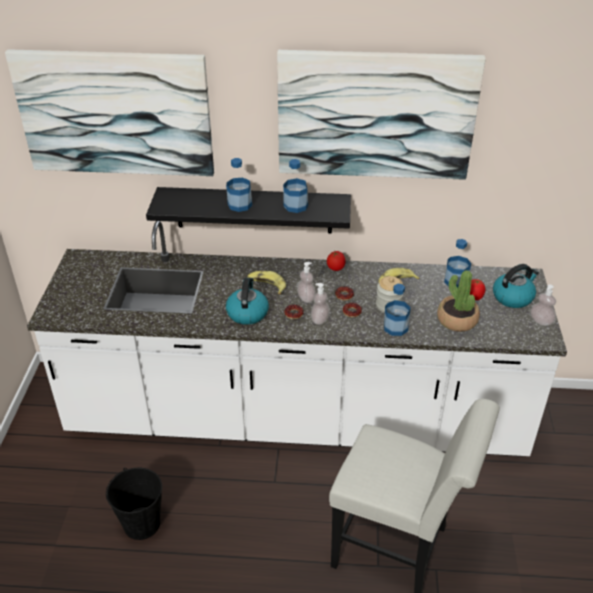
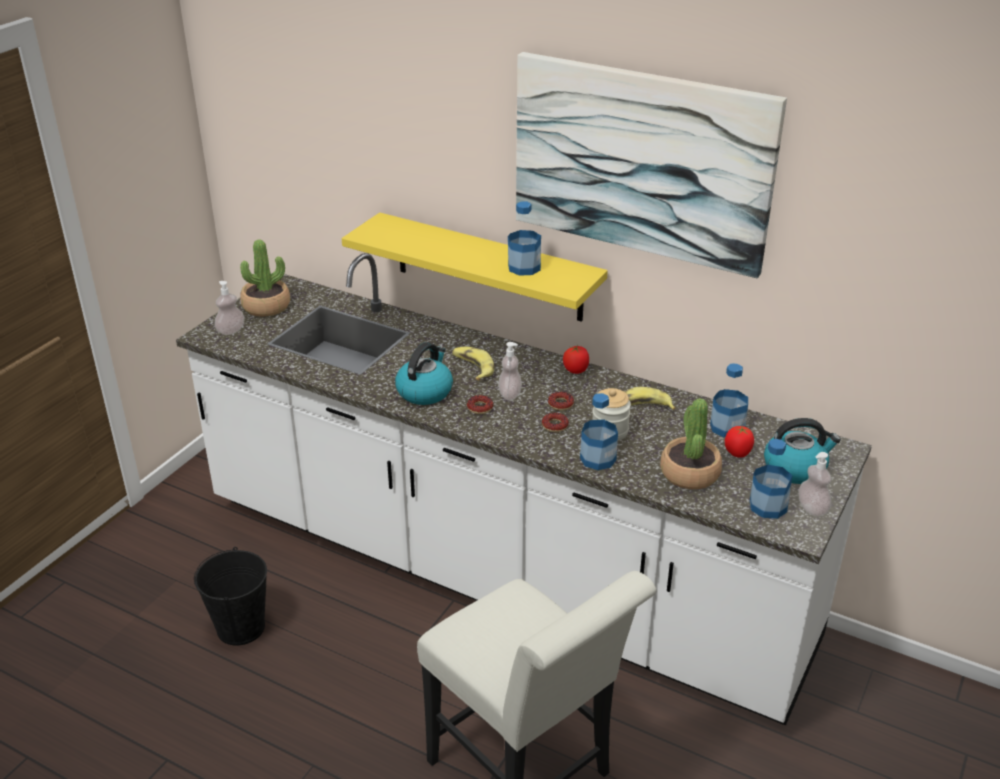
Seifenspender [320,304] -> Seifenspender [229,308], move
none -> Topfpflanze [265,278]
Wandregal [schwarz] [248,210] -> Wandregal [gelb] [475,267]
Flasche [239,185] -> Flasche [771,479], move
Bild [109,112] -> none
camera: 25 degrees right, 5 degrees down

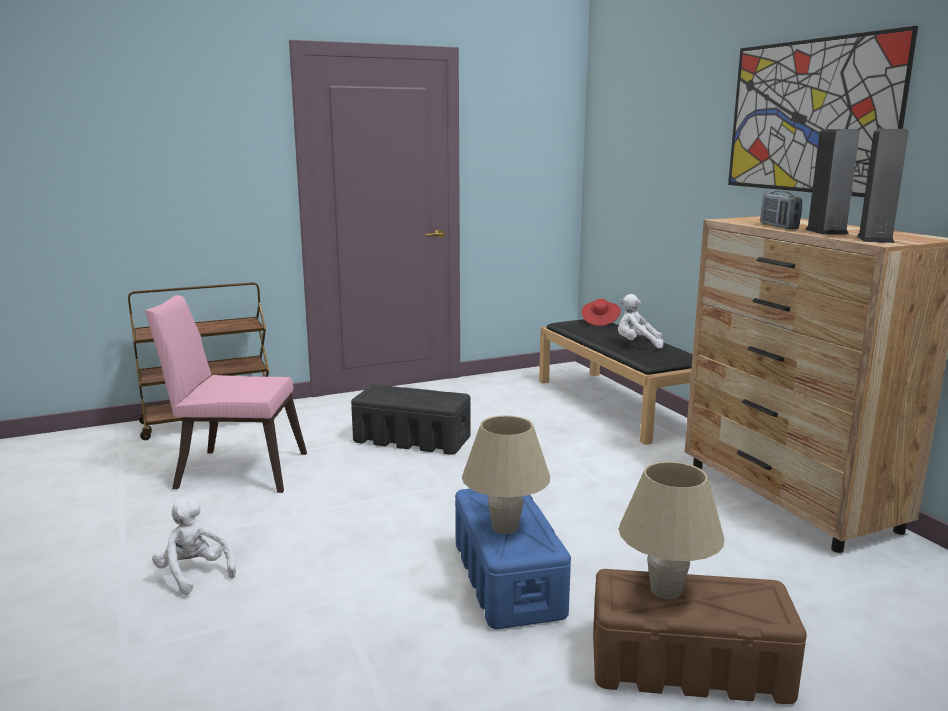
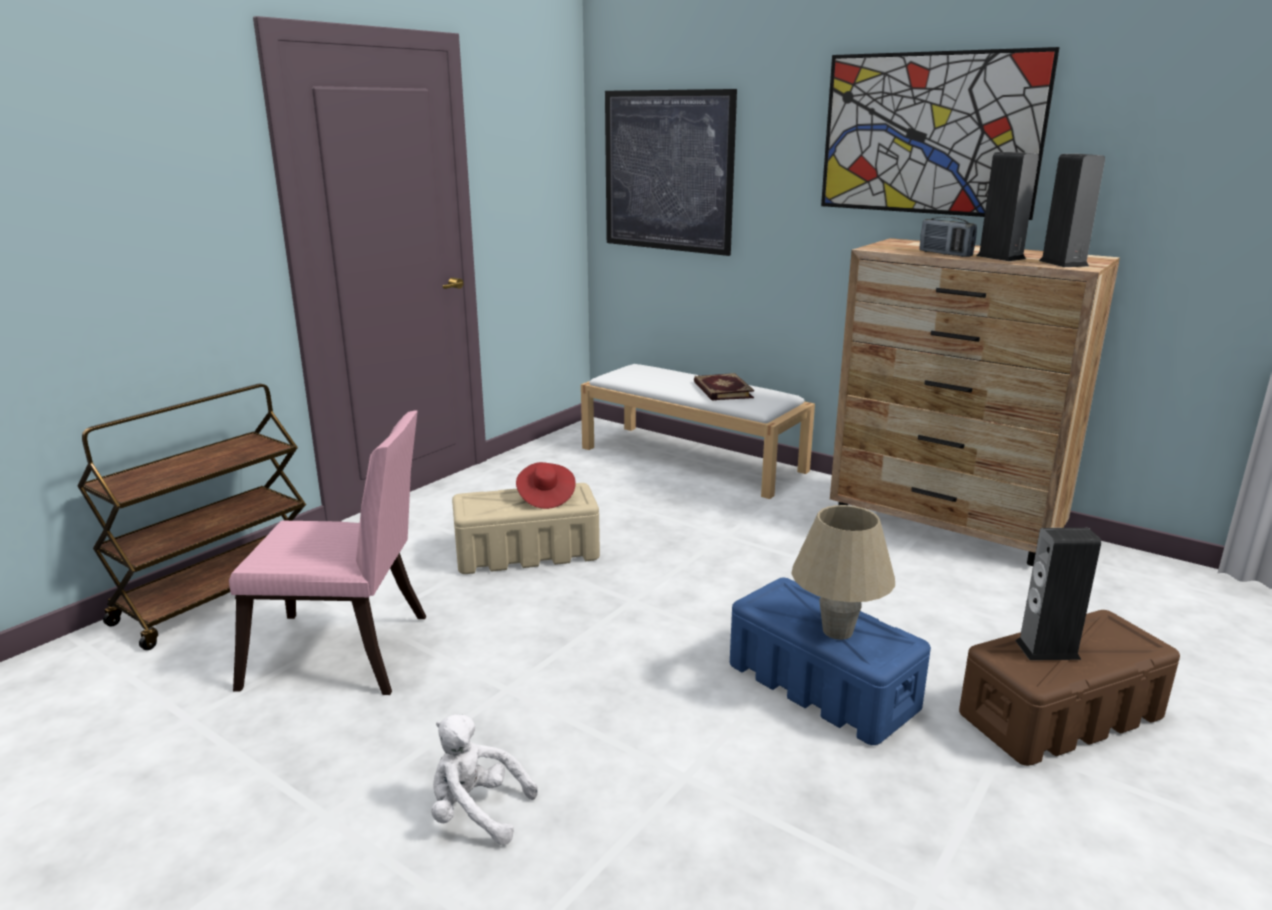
Stuhl [rosa] [226,394] -> Stuhl [rosa] [327,552], 150 degrees counterclockwise
Aufbewahrungsbox [schwarz] [411,420] -> Aufbewahrungsbox [beige] [526,528]
Hut [rot] [601,312] -> Hut [rot] [546,485], move
Bank [schwarz] [616,382] -> Bank [weiß] [698,431]
none -> Bild [671,172]
Plüschtier [weiß] [641,321] -> Buch [724,387]
Tischlampe [beige] [671,530] -> Lautsprecher [1058,594]
camera: 30 degrees left, 5 degrees up

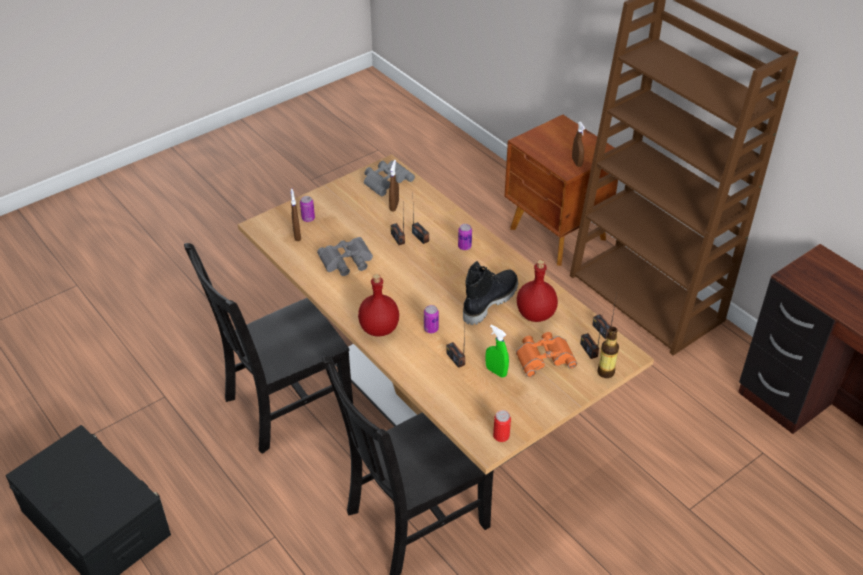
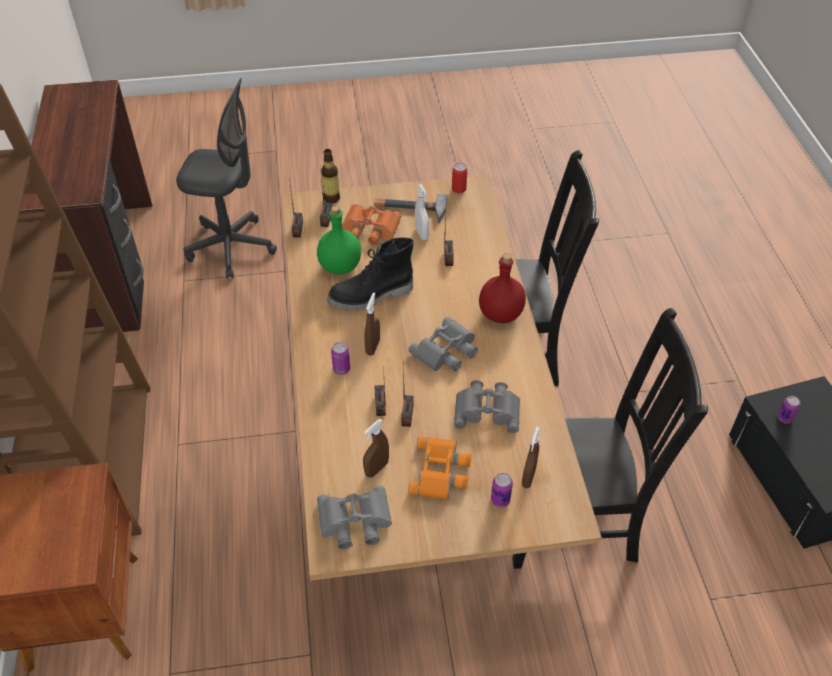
none -> Bürostuhl [grau] [226,178]
Flasche [rot] [537,291] -> Flasche [grün] [339,240]
Sprühflasche [braun] [578,144] -> Sprühflasche [braun] [372,324], move
none -> Hammer [410,208]
none -> Fernglas [grau] [443,344]
none -> Fernglas [orange] [439,468]
Sprühflasche [grün] [497,351] -> Sprühflasche [weiß] [422,212]
Dose [431,319] -> Dose [788,410], move
camera: 150 degrees left, 5 degrees up

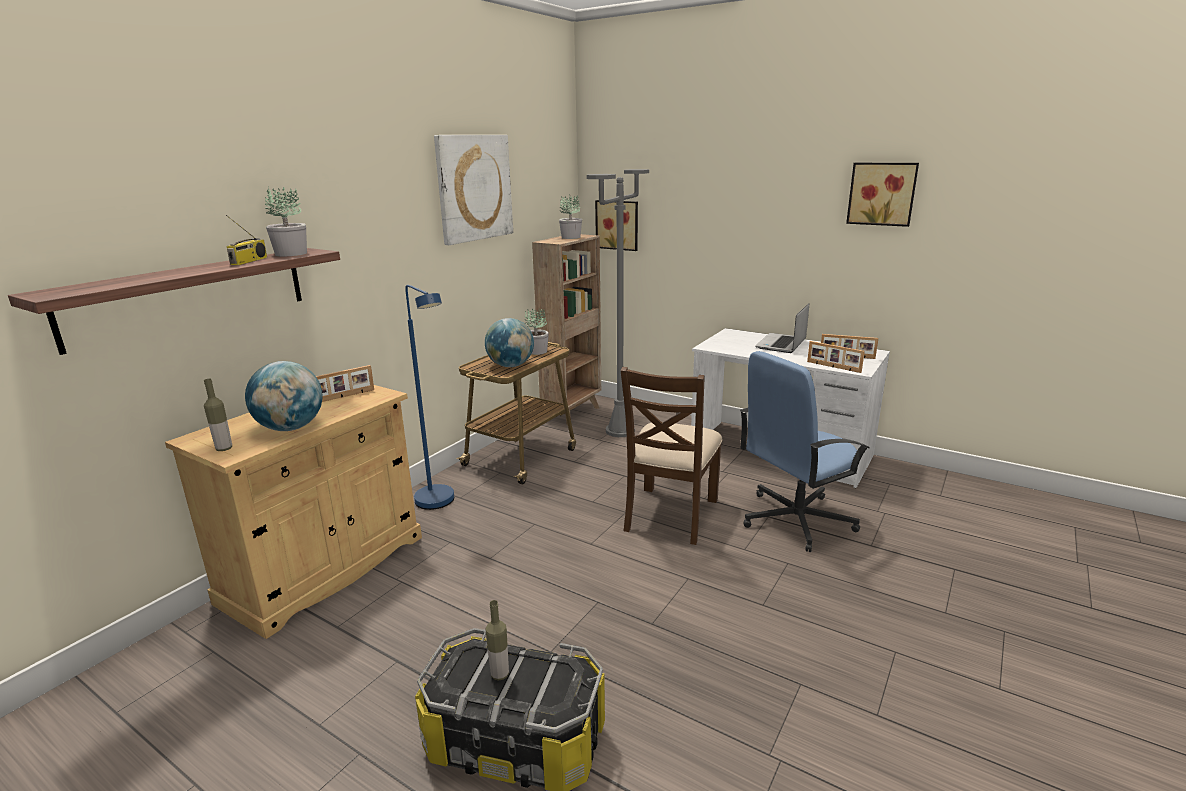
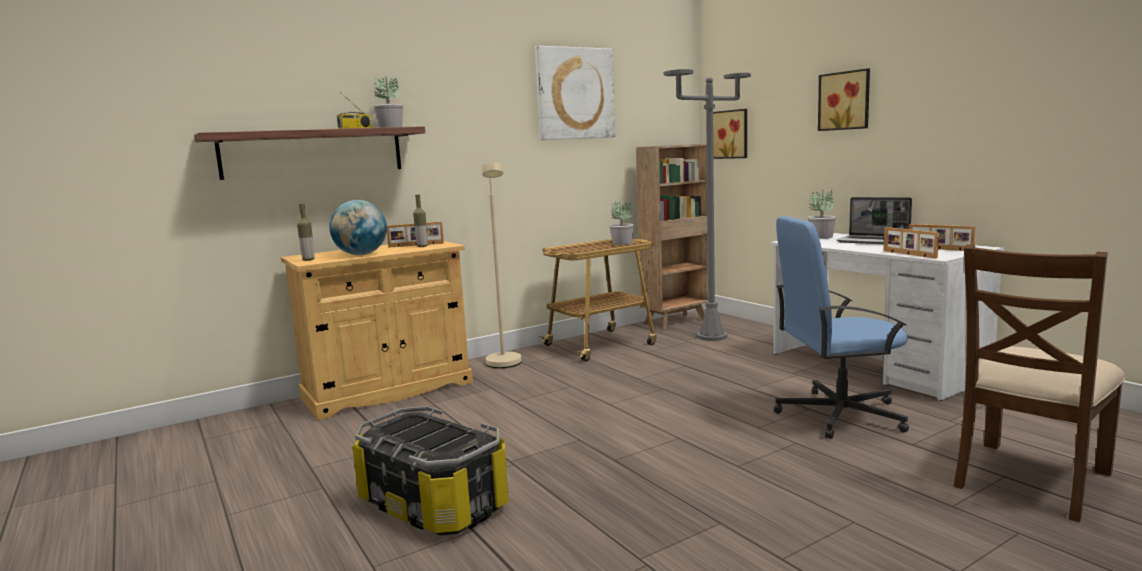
Flasche [497,640] -> Flasche [420,221], move
Stehlampe [blau] [429,397] -> Stehlampe [beige] [502,265]
Topfpflanze [570,217] -> Topfpflanze [822,214], move
Bild [882,195] -> Bild [844,99], move
Laptop [782,328] -> Laptop [874,220], 105 degrees counterclockwise
Stuhl [braun] [672,456] -> Stuhl [braun] [1039,383], move
Globus [509,342] -> none
camera: 25 degrees right, 10 degrees down

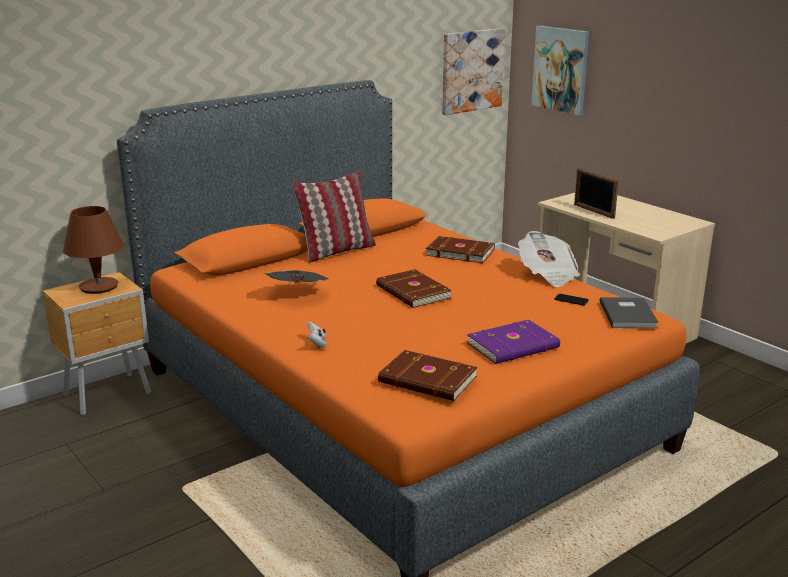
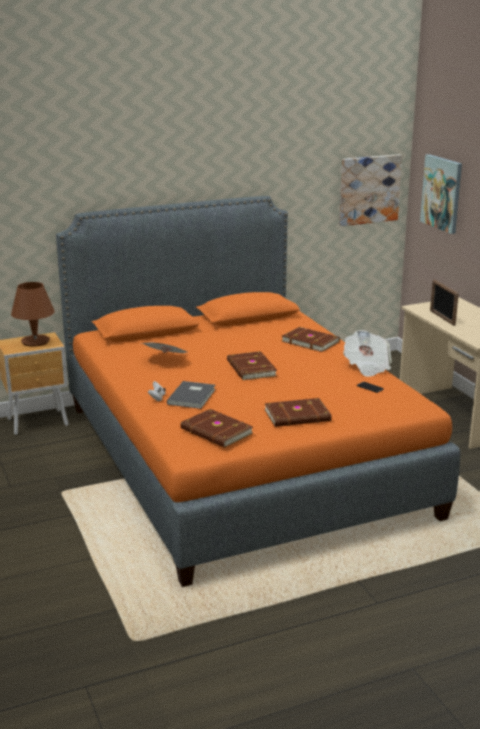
Buch [grau] [629,312] -> Buch [grau] [191,395], move
Buch [lila] [513,342] -> Buch [braun] [298,412]
Kissen [334,217] -> none
camera: 15 degrees right, 0 degrees up

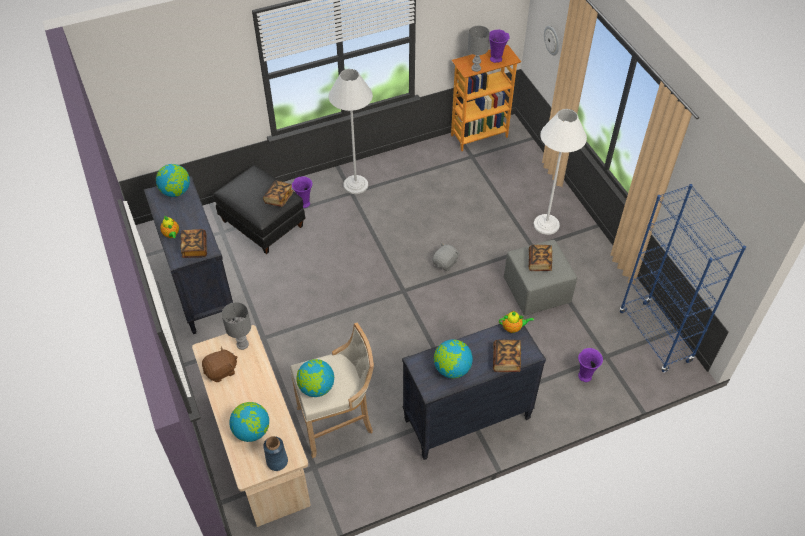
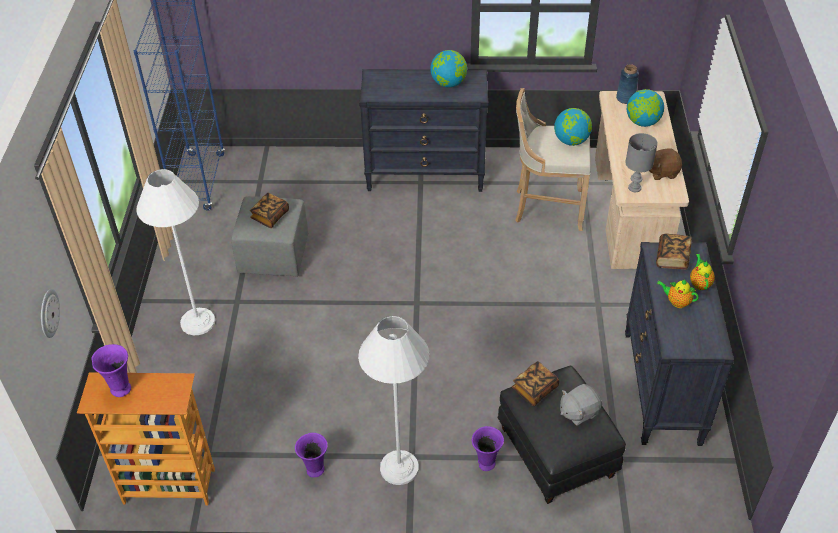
Vase [lila] [590,365] -> Vase [lila] [311,455], move
Plüschtier [grau] [446,257] -> Plüschtier [grau] [581,405], move
Teekanne [516,322] -> Teekanne [678,293], move
Globus [173,180] -> none
Tischlampe [grau] [479,49] -> none
Buch [507,356] -> none
camera: 155 degrees left, 5 degrees down

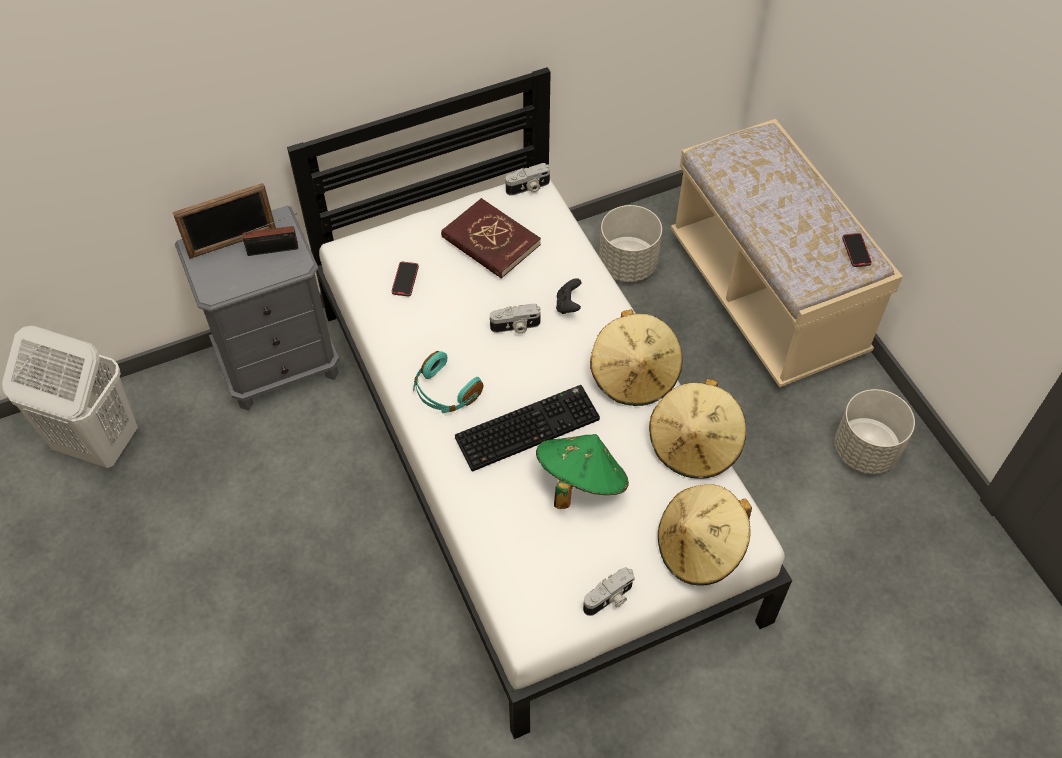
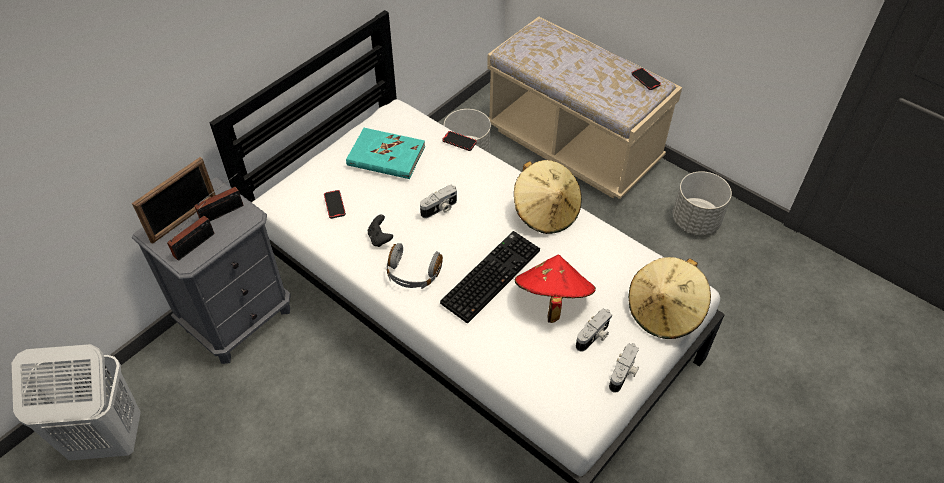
none -> Radio [190,231]
Buch [rot] [491,238] -> Buch [türkis] [385,153]
Gamepad [schwarz] [569,296] -> Gamepad [schwarz] [380,230], move
Kopfhörer [türkis] [448,382] -> Kopfhörer [grau] [415,266]
none -> Handy [459,141]
Hut [grün] [582,471] -> Hut [rot] [555,289]
Kamera [527,179] -> Kamera [594,330], move
Hut [beige] [697,429] -> none
camera: 25 degrees left, 5 degrees down

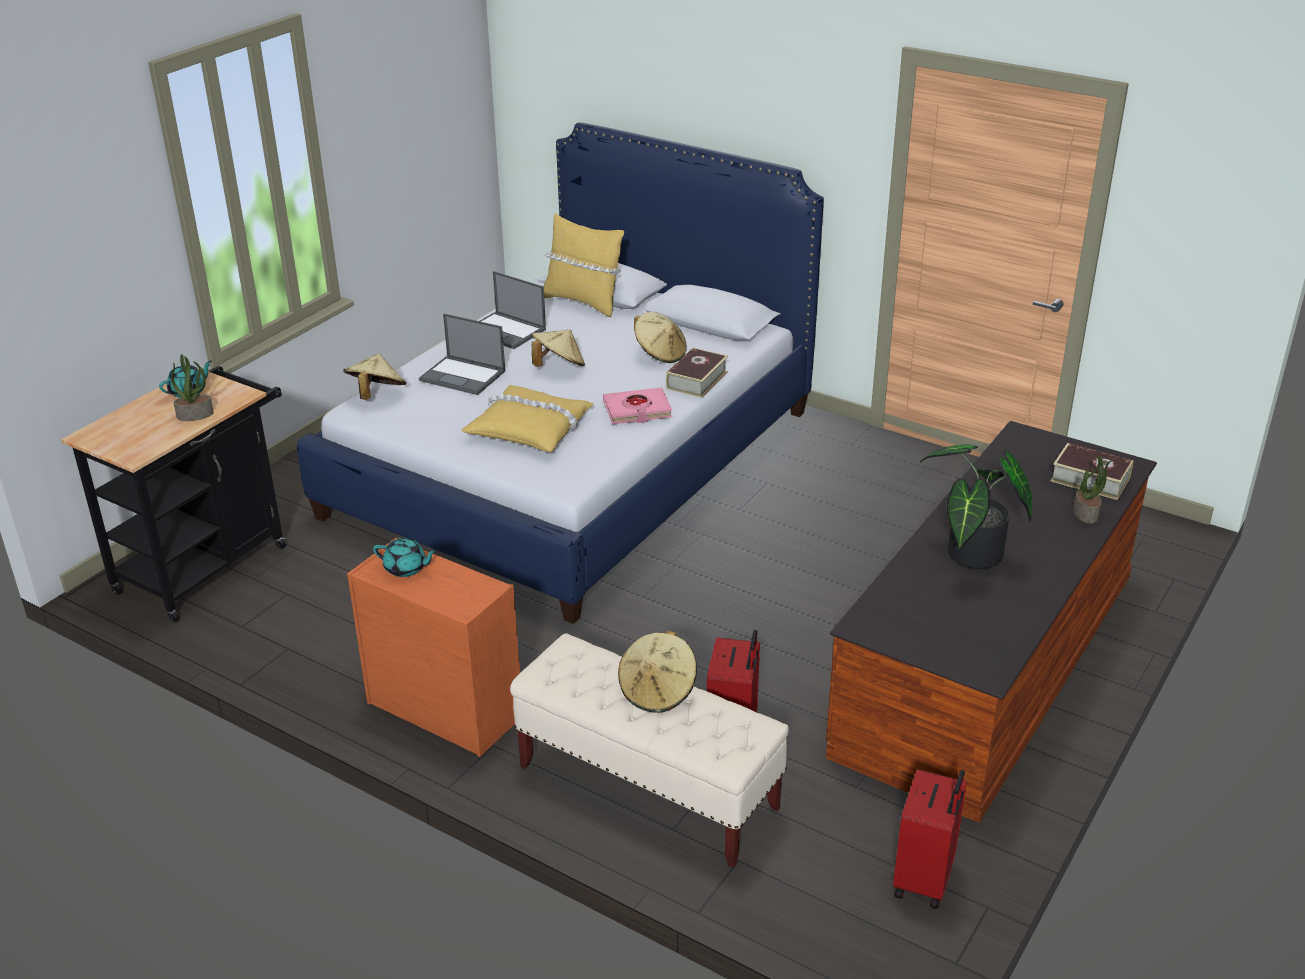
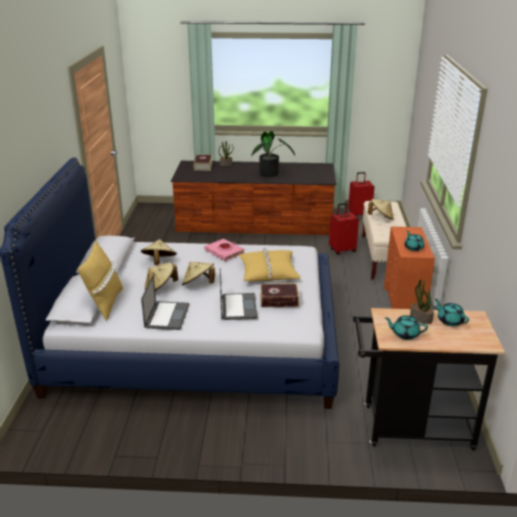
Hut [beige] [374,377] -> Hut [beige] [161,276], move
Buch [697,373] -> Buch [280,295], move
none -> Teekanne [türkis] [452,312]
camera: 120 degrees left, 5 degrees down

